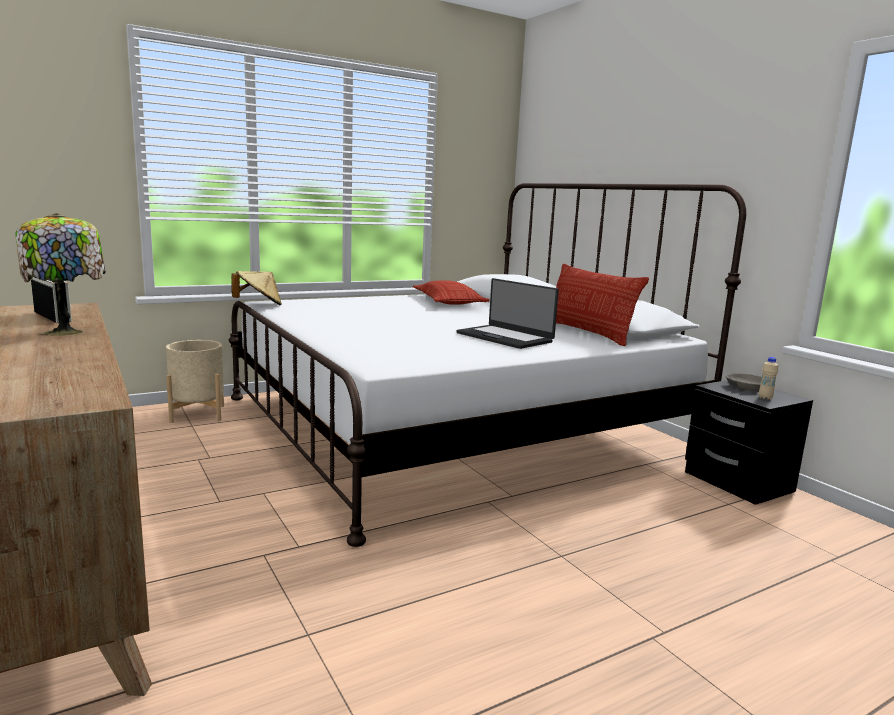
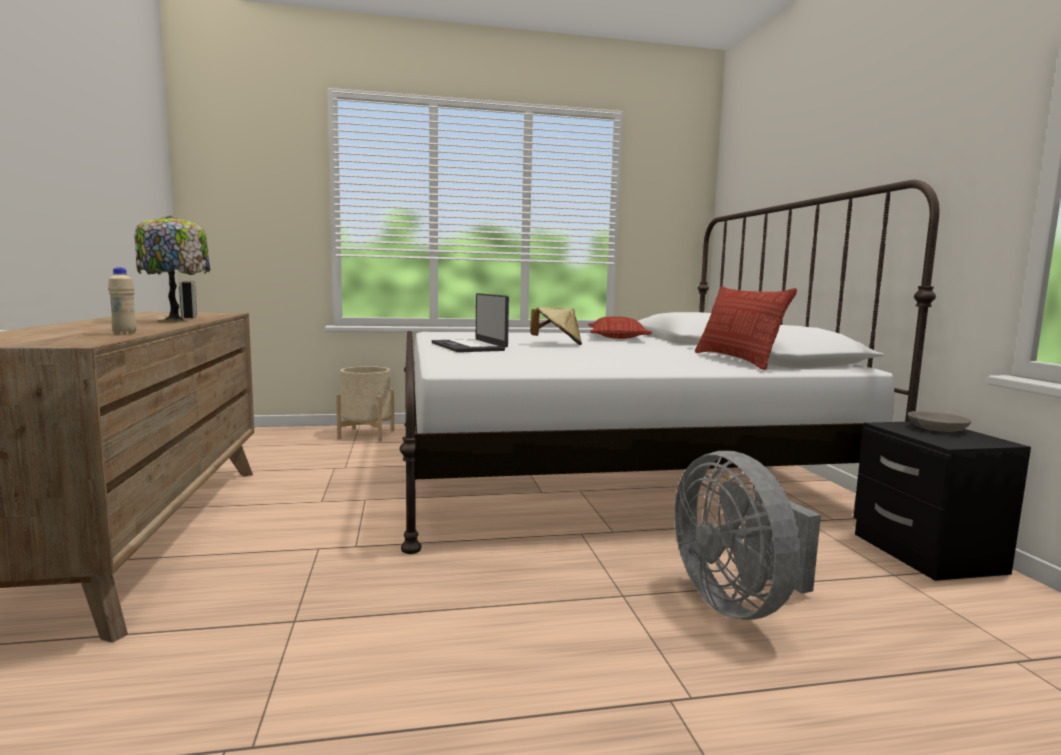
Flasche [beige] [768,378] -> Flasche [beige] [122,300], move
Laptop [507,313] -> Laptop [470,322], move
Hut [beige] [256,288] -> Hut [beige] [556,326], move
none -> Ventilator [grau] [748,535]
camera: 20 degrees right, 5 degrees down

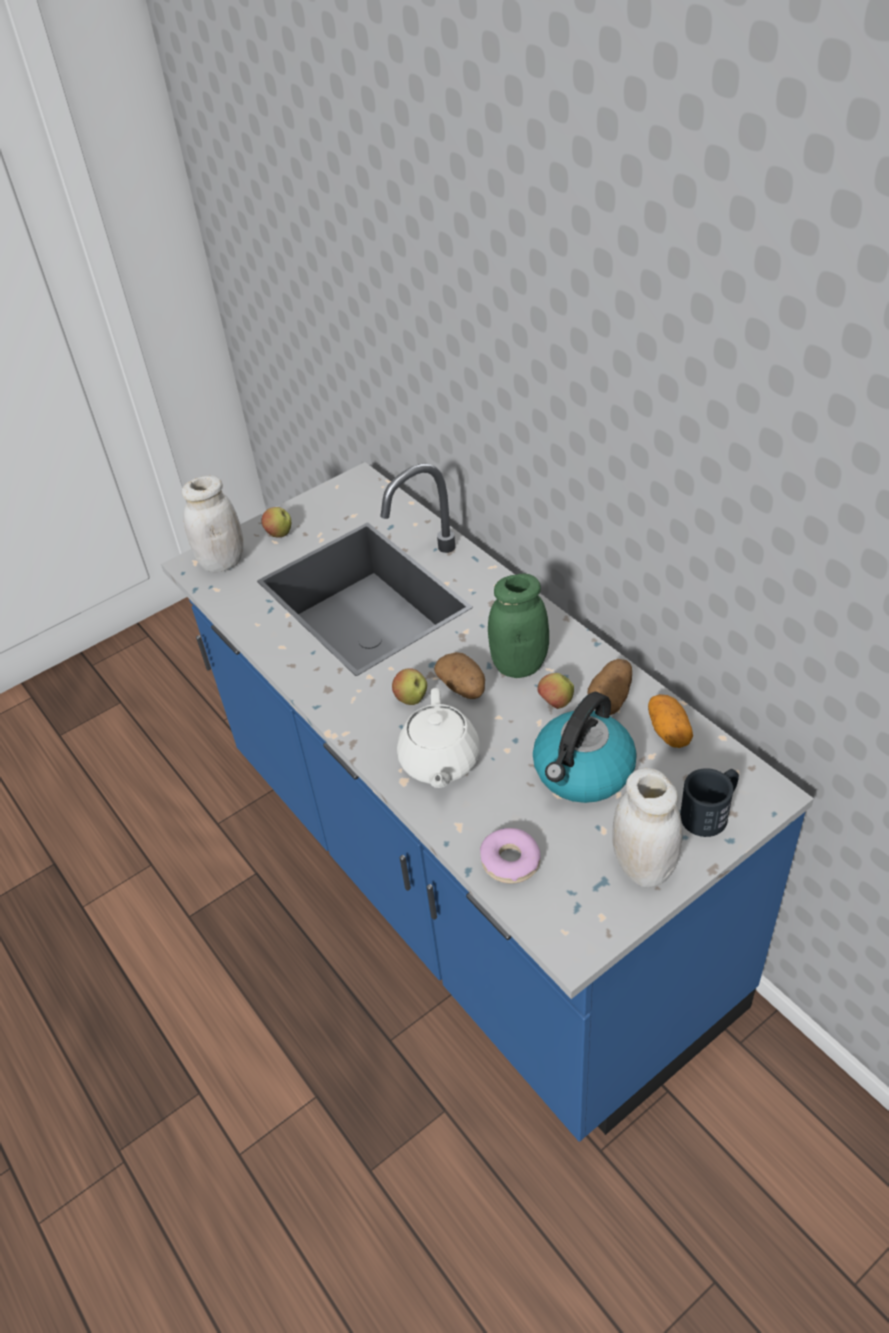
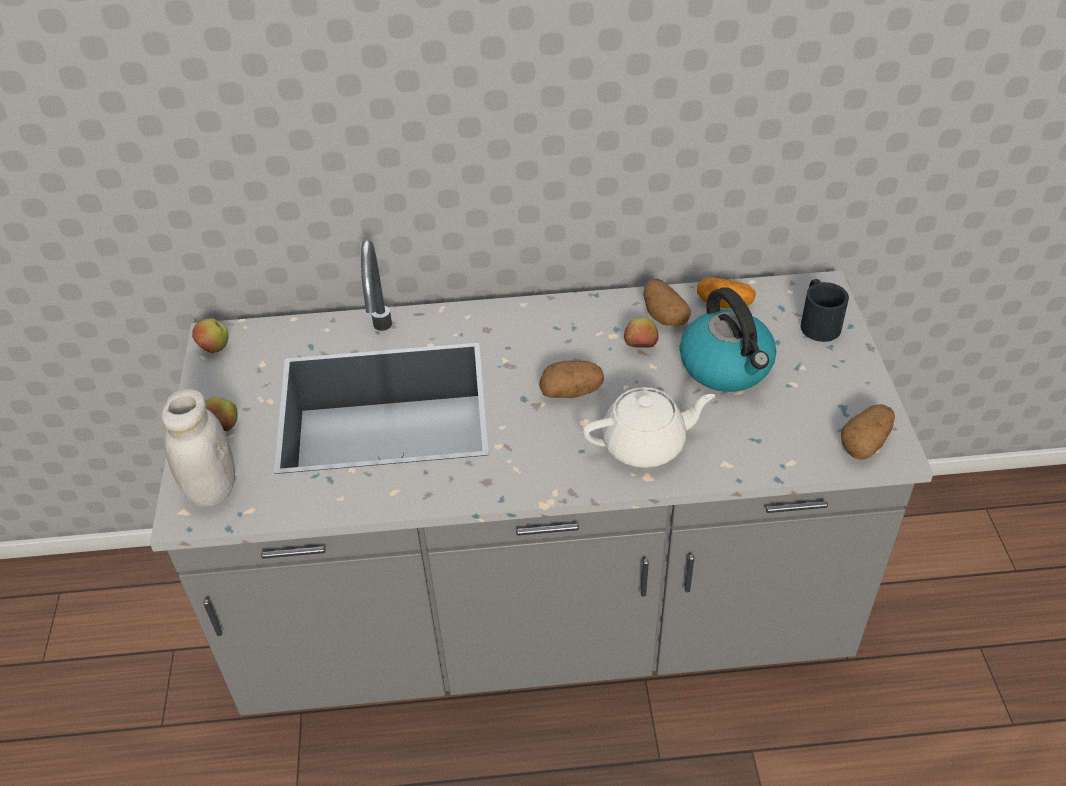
Küchenzeile [blau] [487,802] -> Küchenzeile [grau] [542,477]
Apfel [409,686] -> Apfel [210,335], move
Teekanne [weiß] [438,738] -> Teekanne [weiß] [649,427], 45 degrees counterclockwise
none -> Kartoffel [868,432]
Donut [510,856] -> none
Vorratsglas [grün] [518,625] -> none
Vorratsglas [weiß] [647,827] -> none
camera: 60 degrees left, 0 degrees up

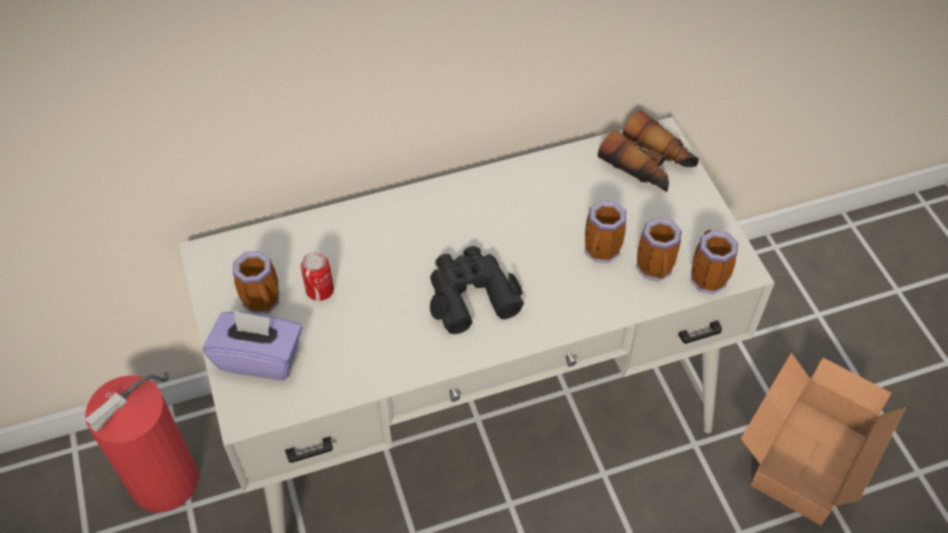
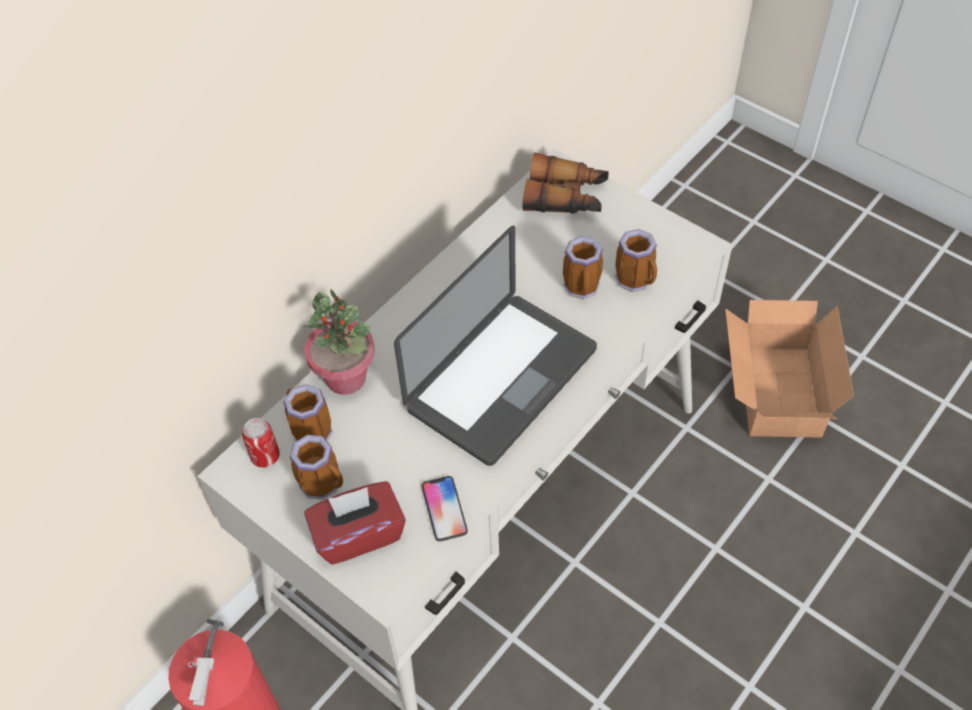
Dose [317,276] -> Dose [261,443], move
Henkelbecher [714,262] -> Henkelbecher [308,412], move
none -> Topfpflanze [339,342]
Taschentuchbox [lila] [252,345] -> Taschentuchbox [rot] [355,523]
Fernglas [schwarz] [477,290] -> Laptop [495,346]
none -> Handy [445,508]
camera: 30 degrees left, 0 degrees up

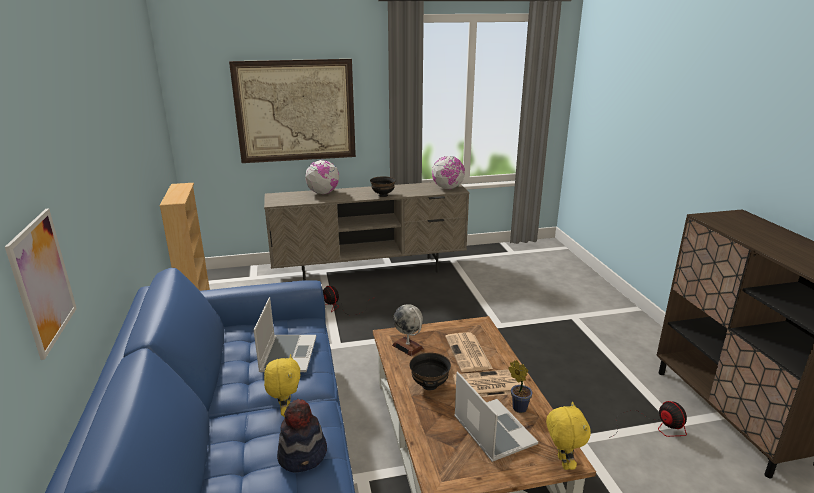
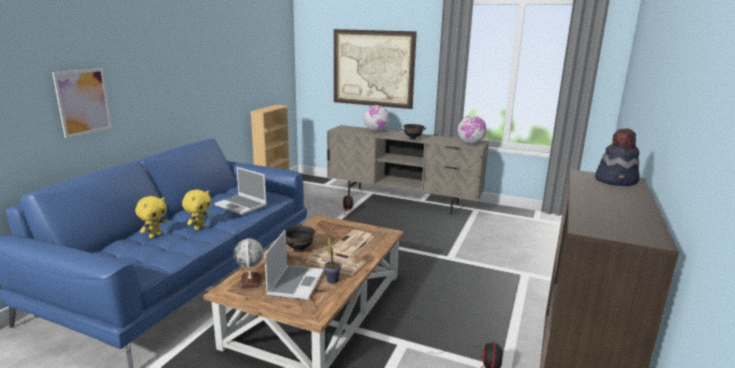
Plüschtier [gelb] [568,436] -> Plüschtier [gelb] [151,217], move
Laptop [285,334] -> Laptop [240,191], 90 degrees clockwise
Globus [408,330] -> Globus [248,264], move
Hut [302,435] -> Hut [617,157], move
camera: 35 degrees right, 5 degrees down

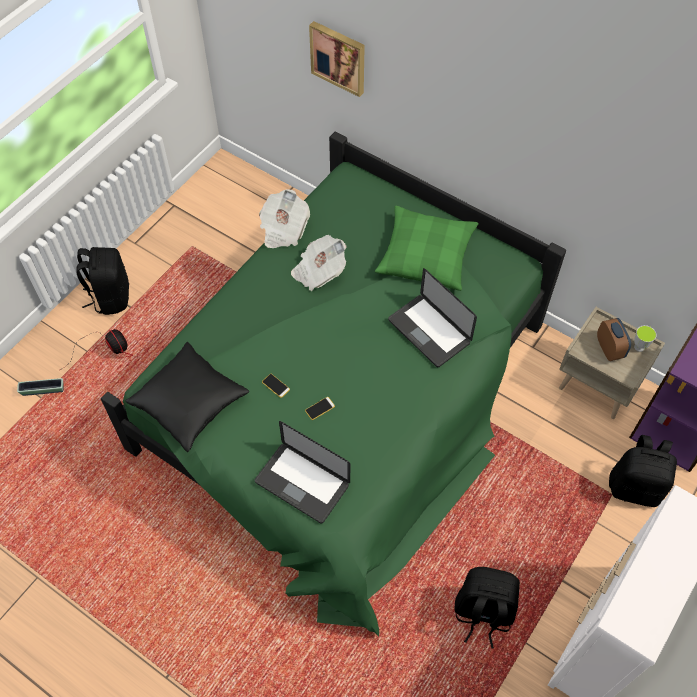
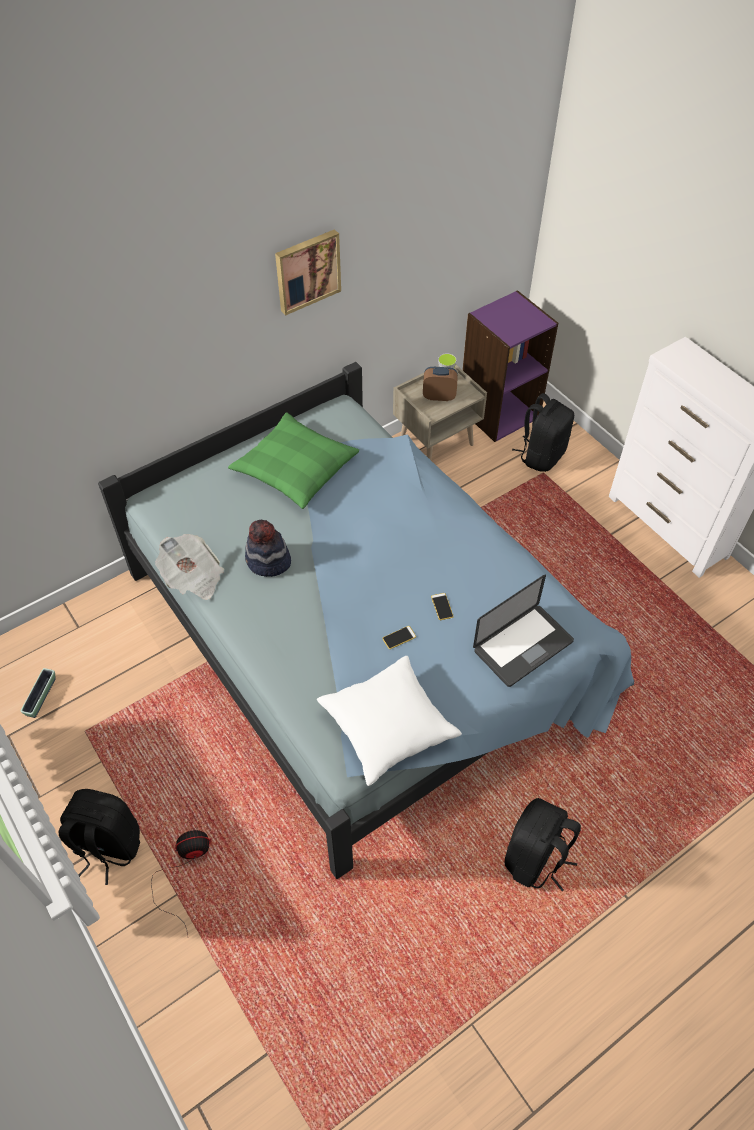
Pflanzkübel [40,387] -> Pflanzkübel [38,693], move
Bett [grün] [333,384] -> Bett [blau] [366,620]
Zeitung [319,263] -> Hut [268,548]
Bild [337,59] -> Bild [308,272], move
Kissen [schwarz] [187,397] -> Kissen [weiß] [389,721]
Rucksack [schwarz] [487,608] -> Rucksack [schwarz] [543,845], move
Laptop [432,317] -> none
camera: 70 degrees left, 5 degrees down

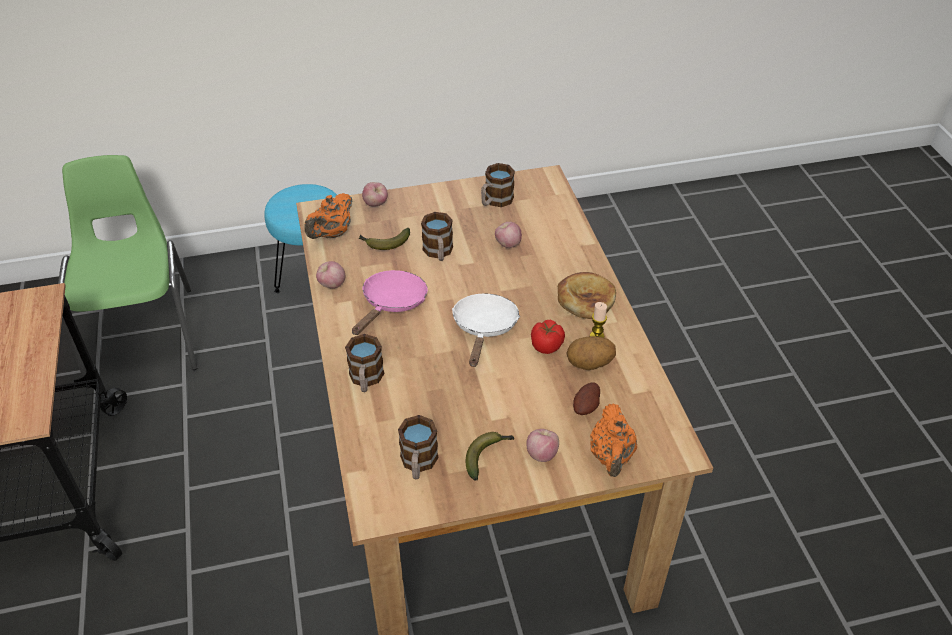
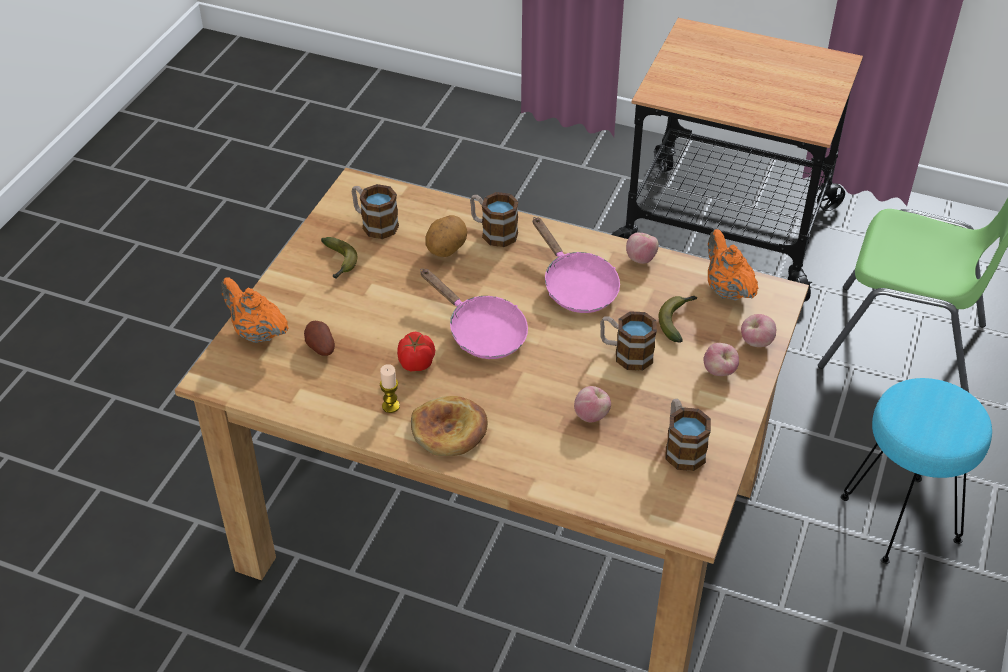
Pfanne [weiß] [486,330] -> Pfanne [rosa] [474,314]
Kartoffel [591,353] -> Kartoffel [446,236], move
Apfel [542,445] -> Apfel [721,359], move
camera: 125 degrees right, 0 degrees up

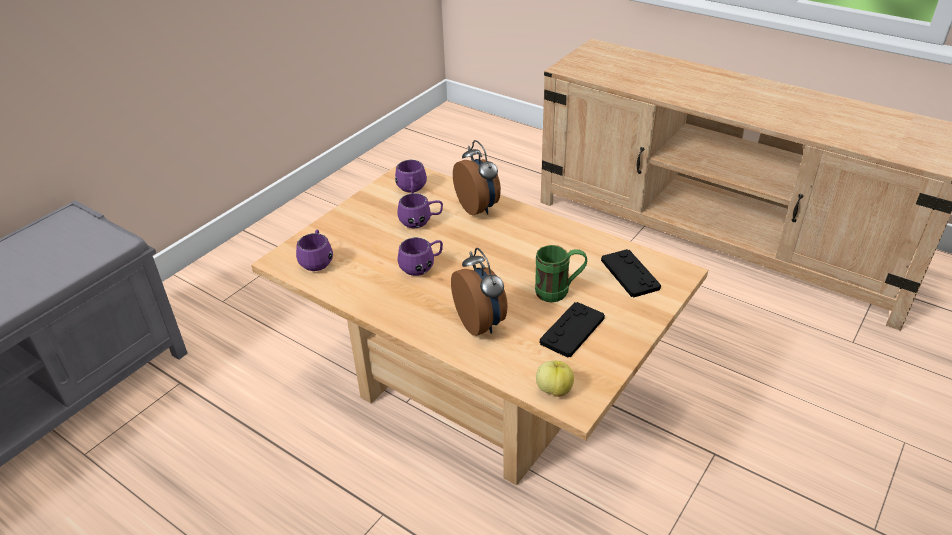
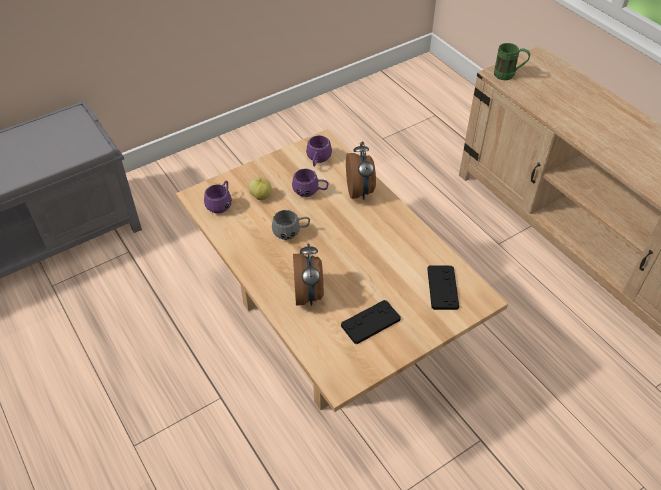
Apfel [555,379] -> Apfel [260,189], move
Henkelbecher [lila] [420,256] -> Henkelbecher [grau] [291,225]
Henkelbecher [grün] [561,273] -> Henkelbecher [grün] [512,61], move
camera: 20 degrees right, 10 degrees up

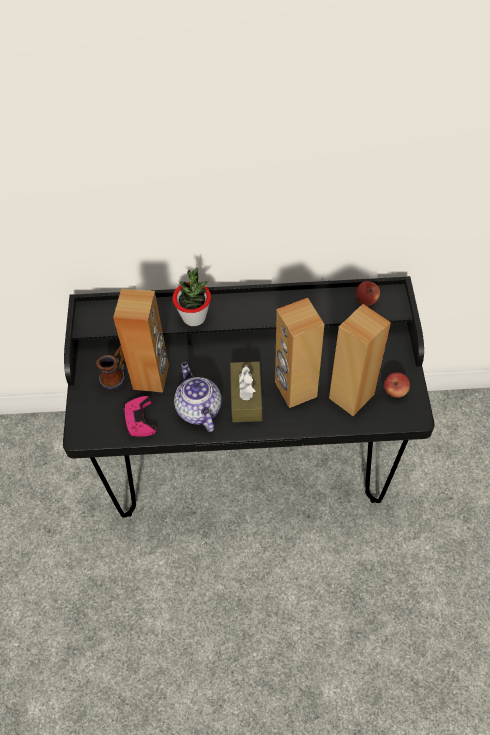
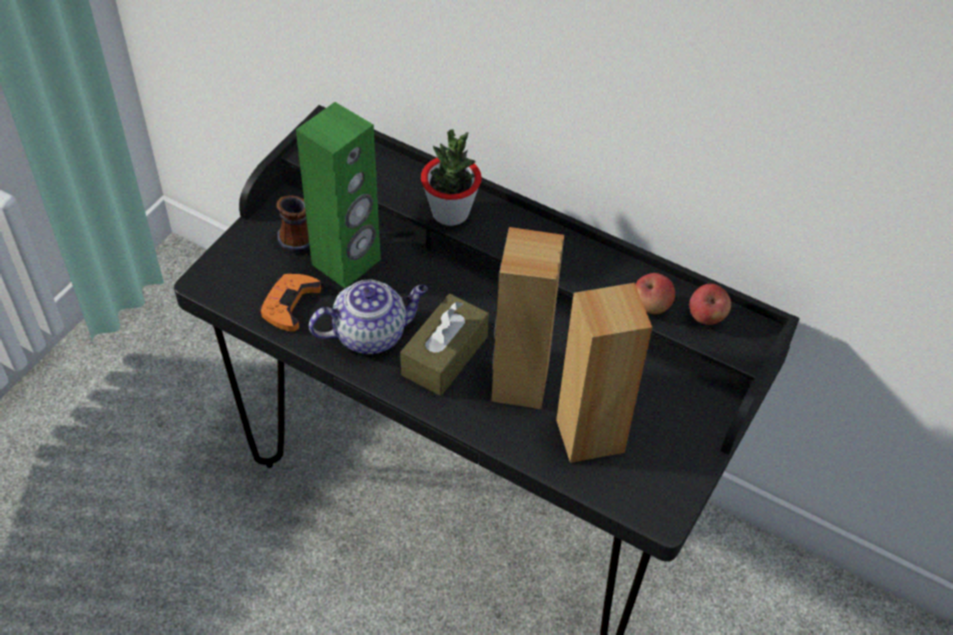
Gamepad [rosa] [140,416] -> Gamepad [orange] [290,302]
Lautsprecher [braun] [141,341] -> Lautsprecher [grün] [338,195]
Teekanne [198,397] -> Teekanne [368,317], 60 degrees clockwise
Apfel [397,385] -> Apfel [655,293], move
camera: 30 degrees right, 5 degrees down

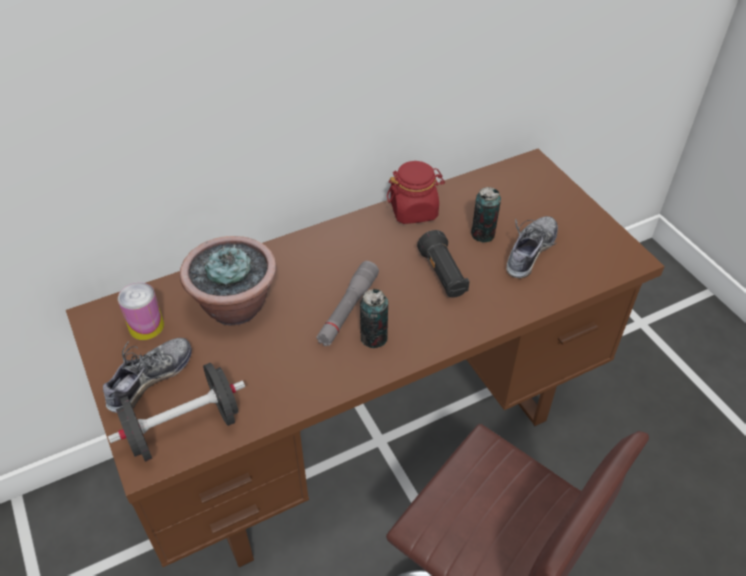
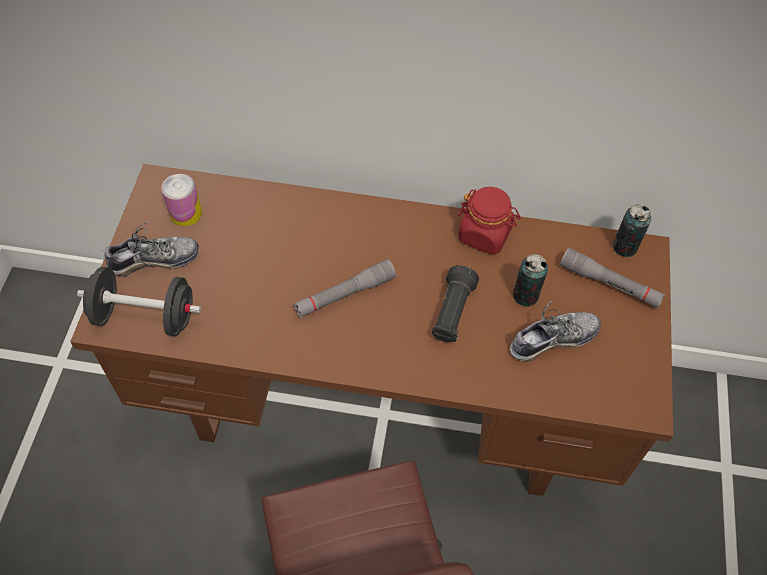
none -> Taschenlampe [grau] [612,278]
Dose [374,318] -> Dose [631,231], move
Topfpflanze [228,281] -> none
camera: 35 degrees right, 10 degrees up

